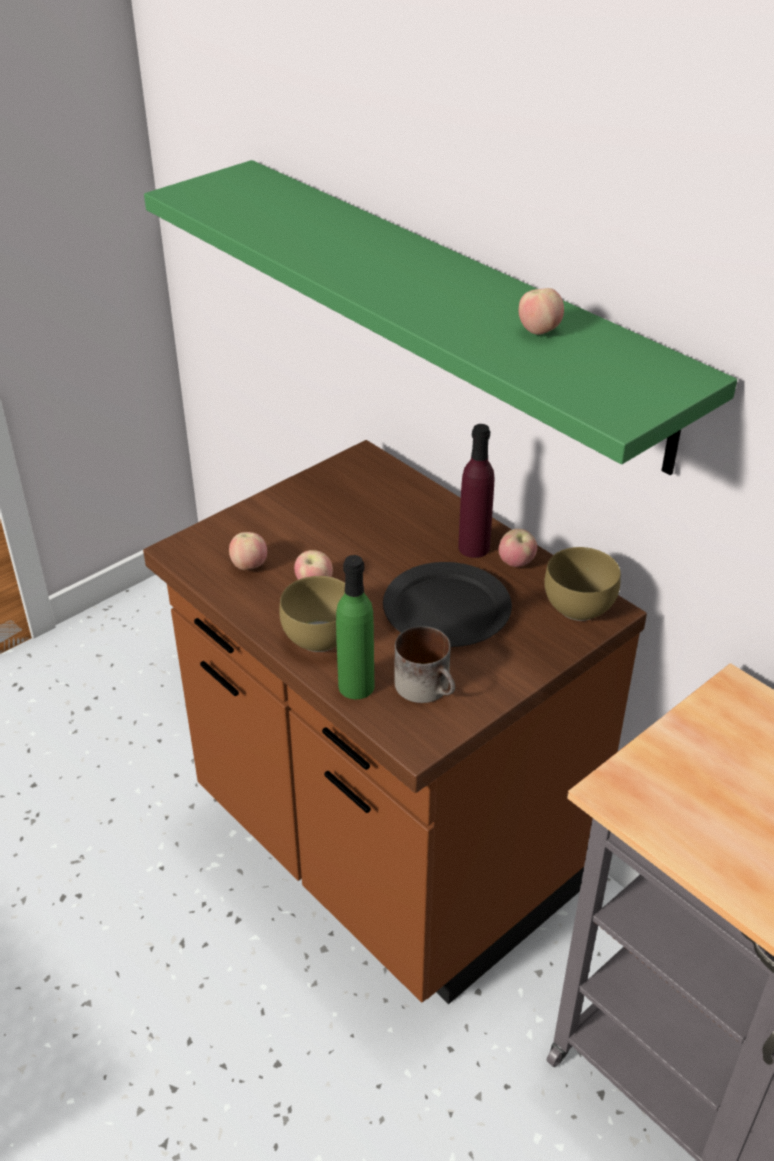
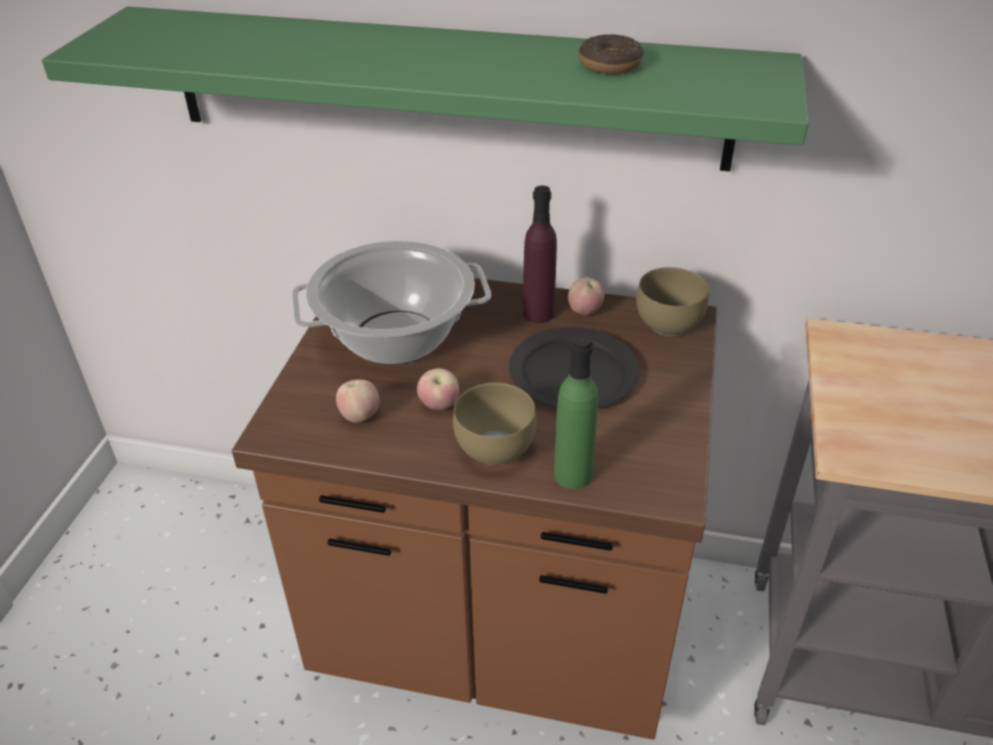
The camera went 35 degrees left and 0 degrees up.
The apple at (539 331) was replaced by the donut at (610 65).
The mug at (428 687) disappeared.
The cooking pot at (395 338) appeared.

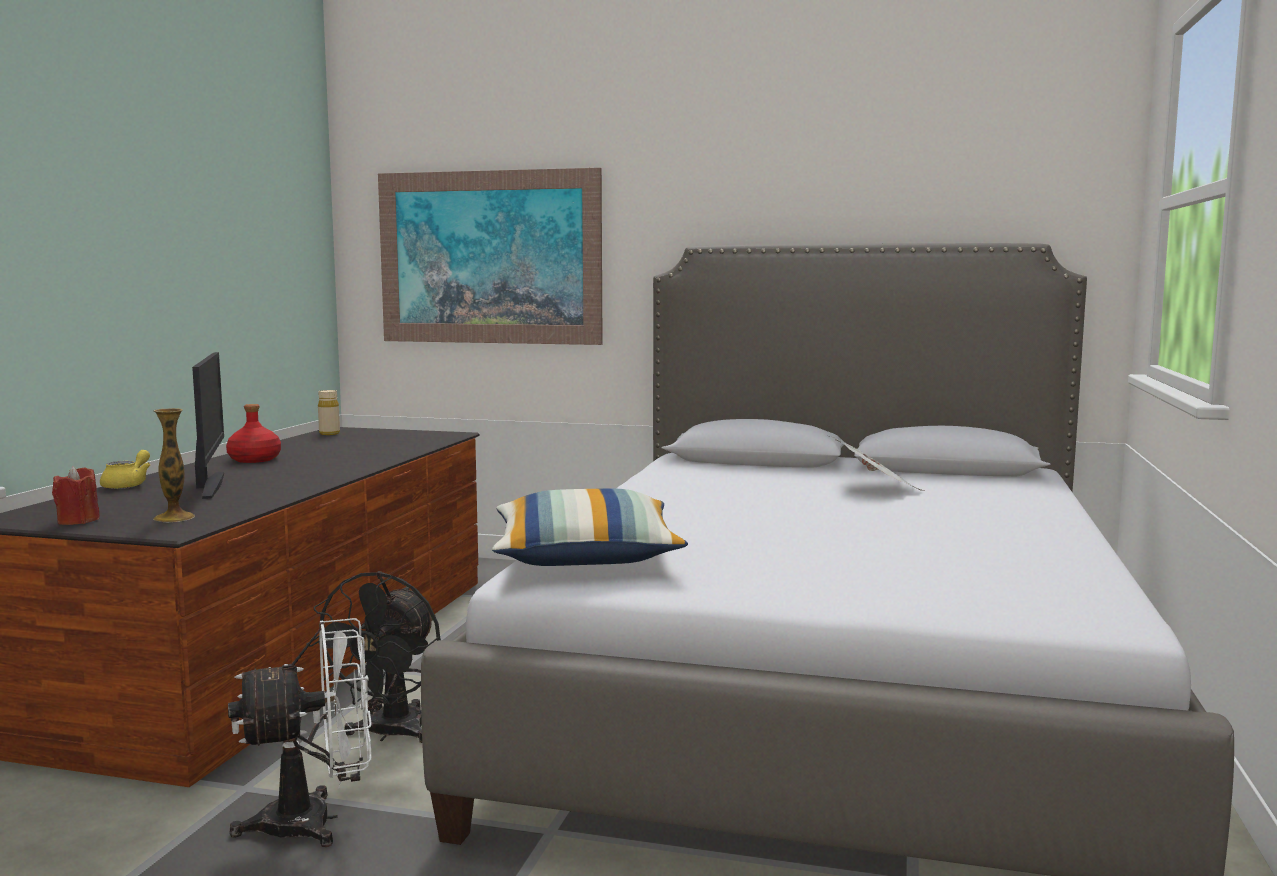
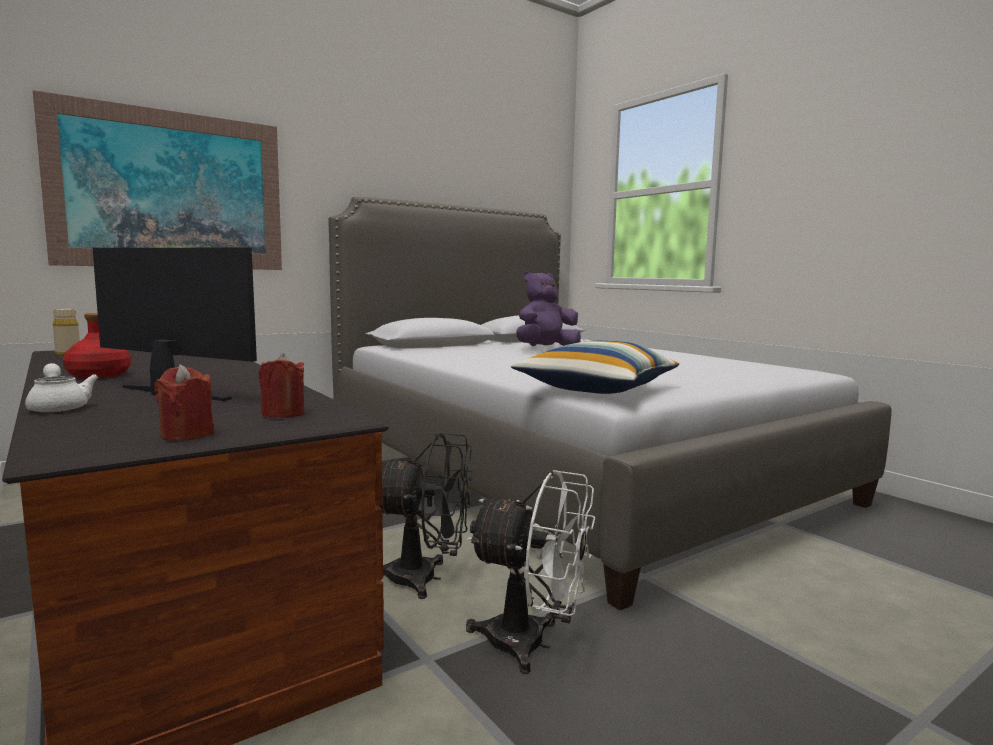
The camera went 50 degrees left and 0 degrees up.
The vase at (174 518) was replaced by the red candle at (283 414).
The newspaper at (875 488) was replaced by the purple plush toy at (545 348).
The yellow teapot at (128 485) became the white teapot at (59 407).
The black fan at (389 734) turned 45 degrees counterclockwise.
The white fan at (316 821) turned 90 degrees clockwise.

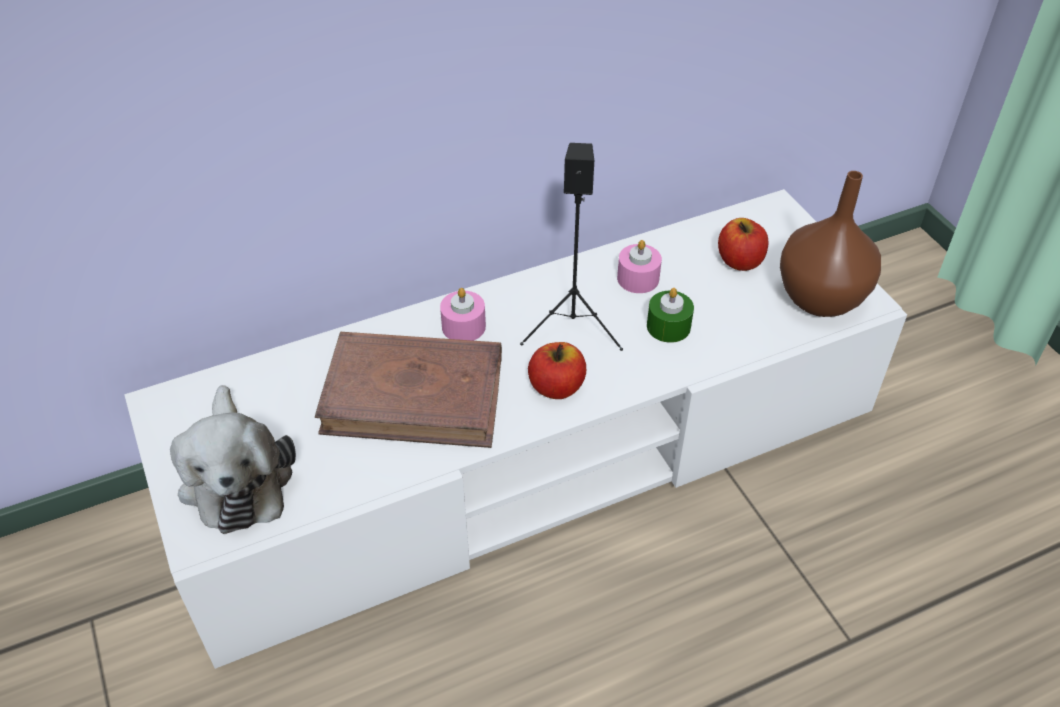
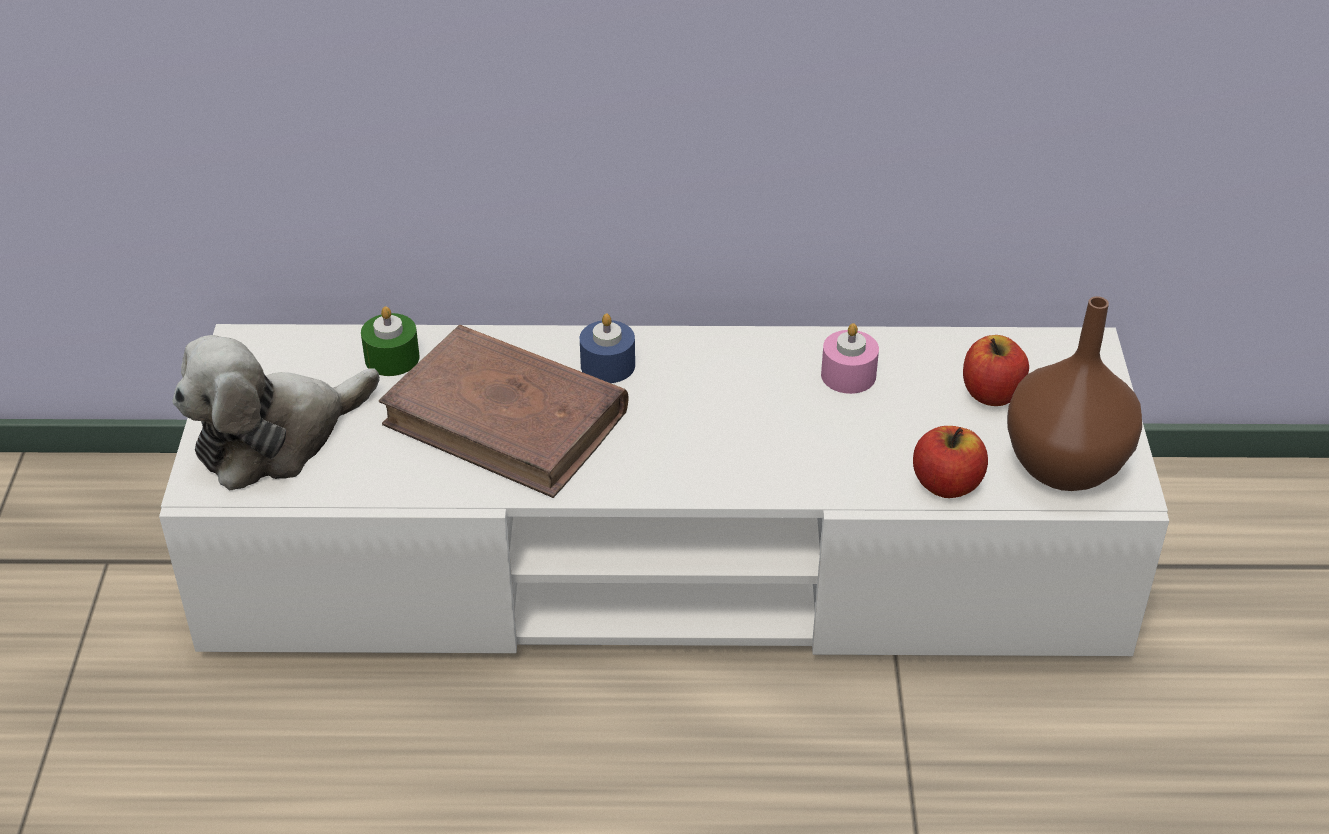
The camera went 25 degrees right and 5 degrees down.
The black speaker at (574 326) disappeared.
The pink candle at (463 326) became the blue candle at (607 365).
The green candle moved from (668 326) to (392 358).
The apple moved from (556 387) to (946 484).
The plush toy at (237 476) turned 45 degrees clockwise.

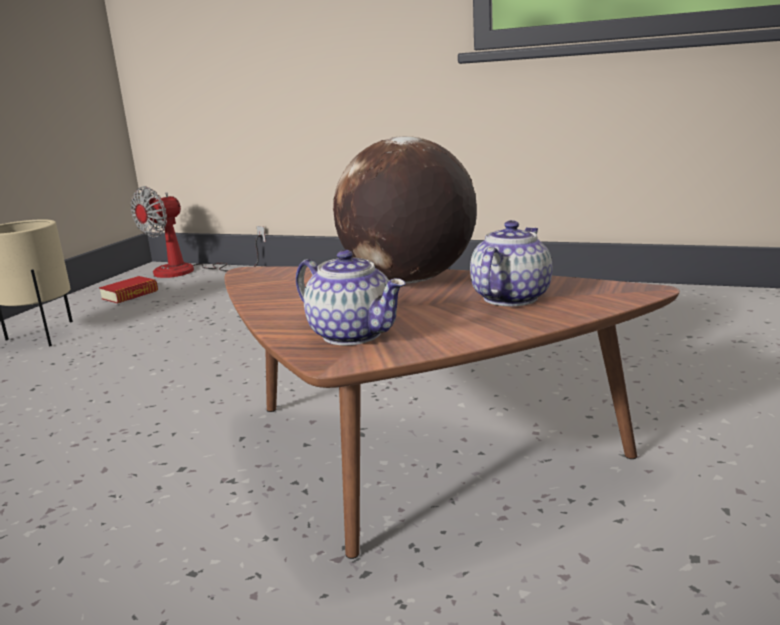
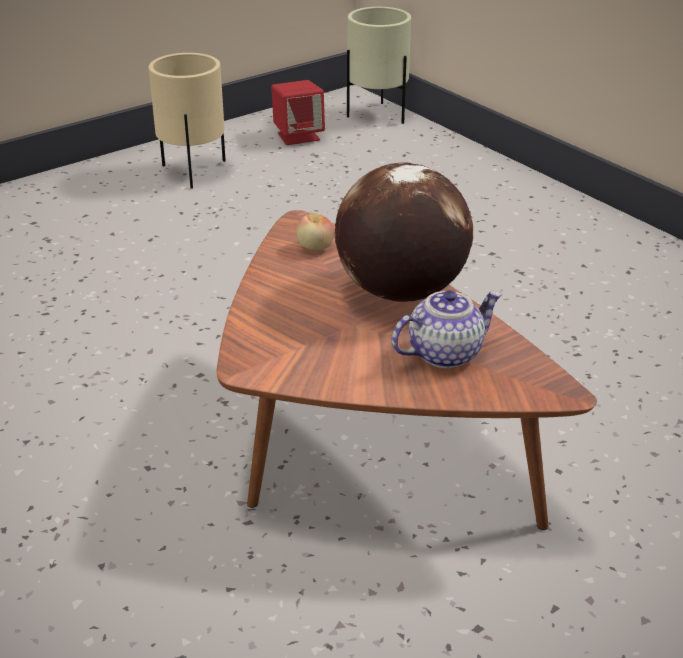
The camera went 30 degrees right and 15 degrees up.
The fan at (189 271) was replaced by the beige planter at (377 115).
The teapot at (353 334) disappeared.
The book at (130 295) was replaced by the red speaker at (298 136).
The apple at (315 247) appeared.

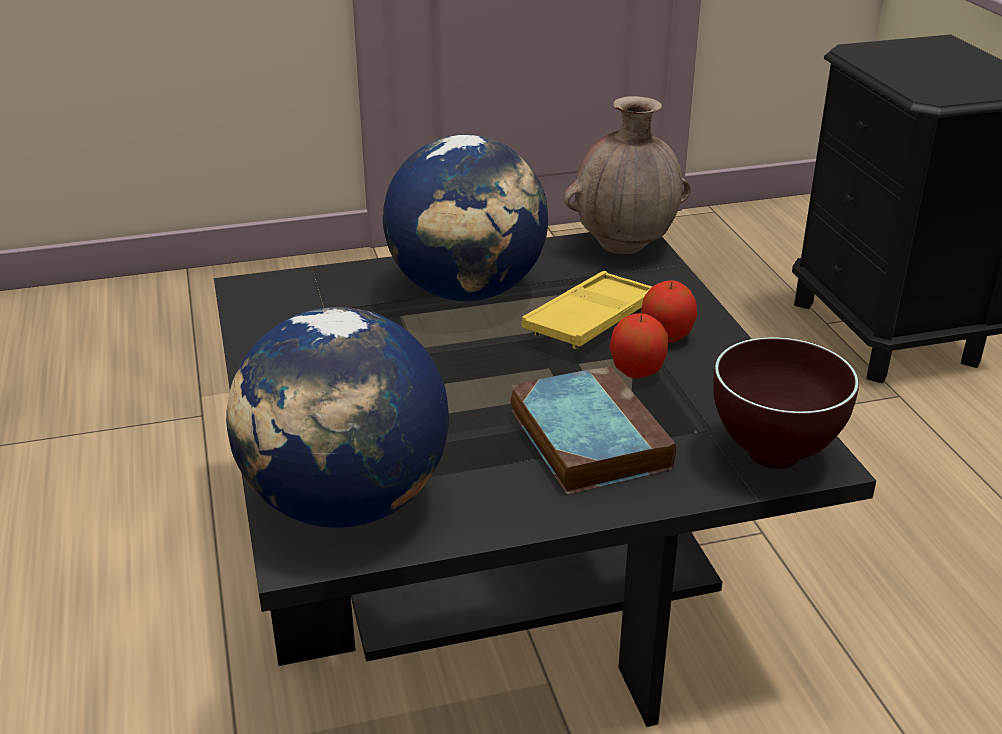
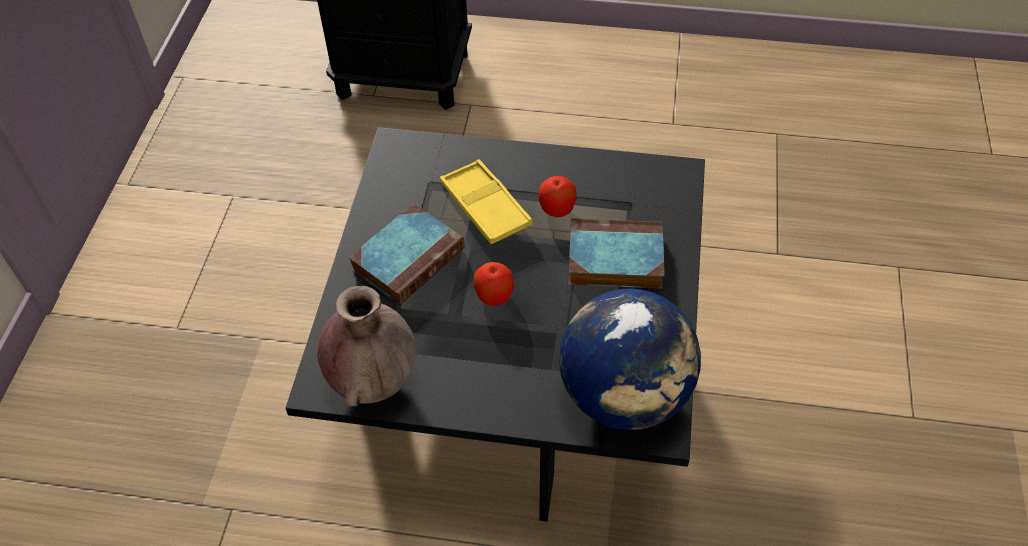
The camera went 65 degrees left and 20 degrees up.
The brown vase moved from (625 246) to (373 381).
The globe at (468 291) was replaced by the book at (409 257).
The apple moved from (667 336) to (494 296).
The brown bowl at (774 454) disappeared.

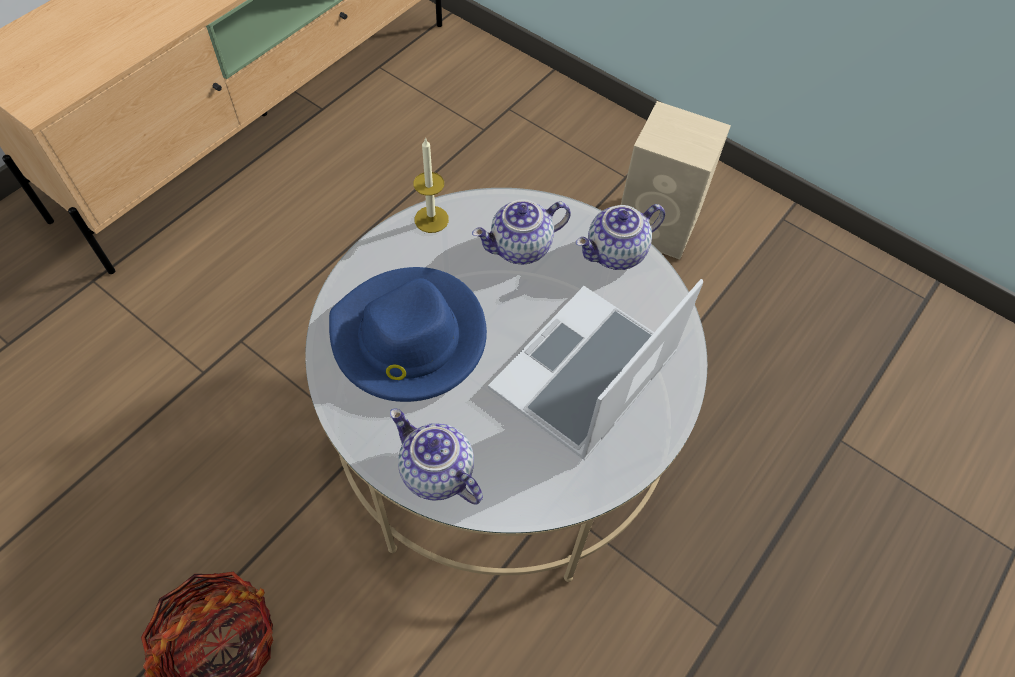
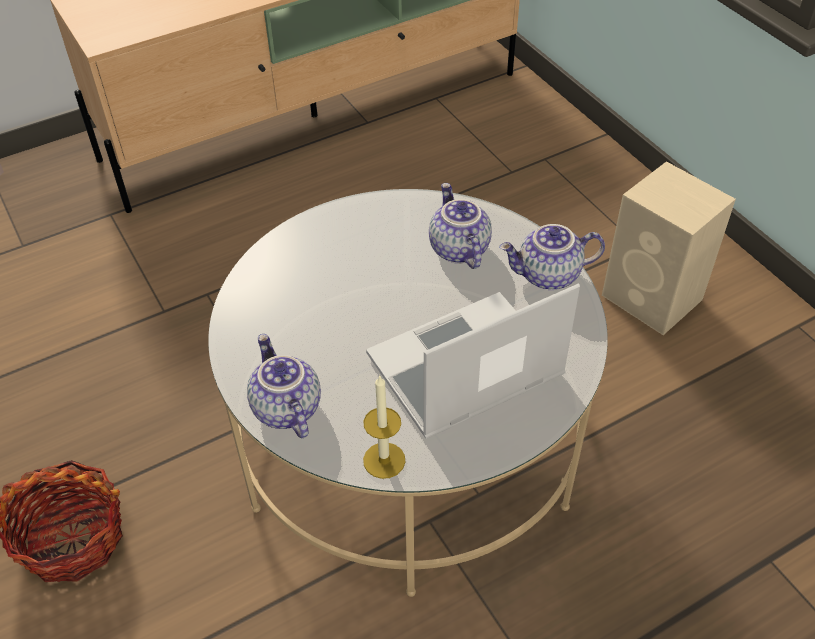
The camera went 25 degrees right and 10 degrees down.
The candle moved from (431 219) to (384 460).
The teapot at (520 249) turned 75 degrees clockwise.
The blue hat at (409 339) disappeared.

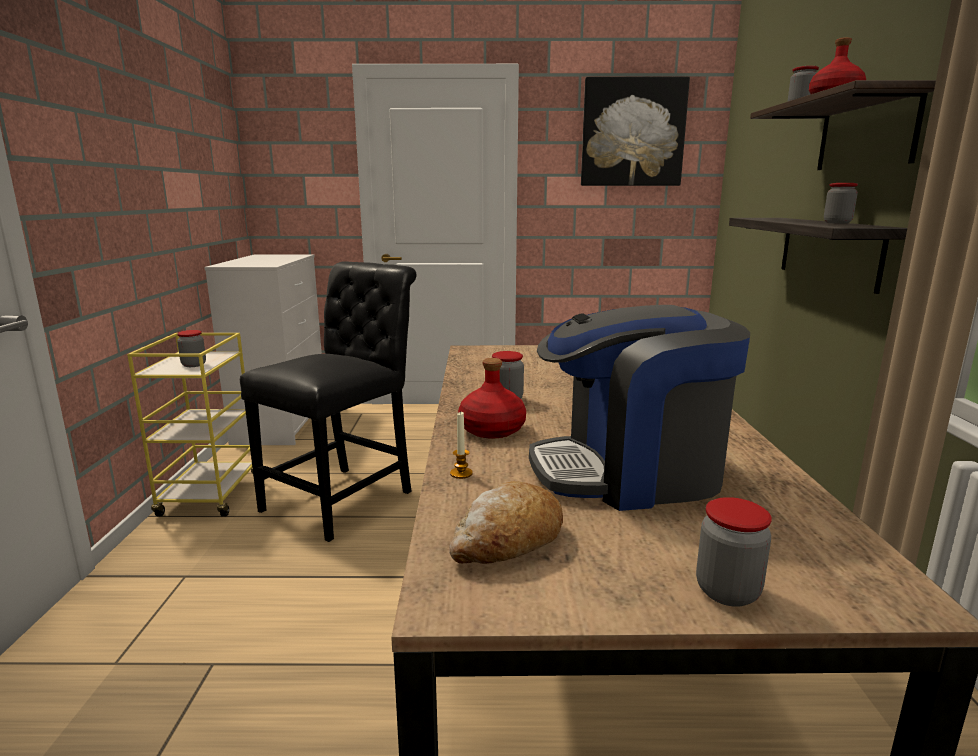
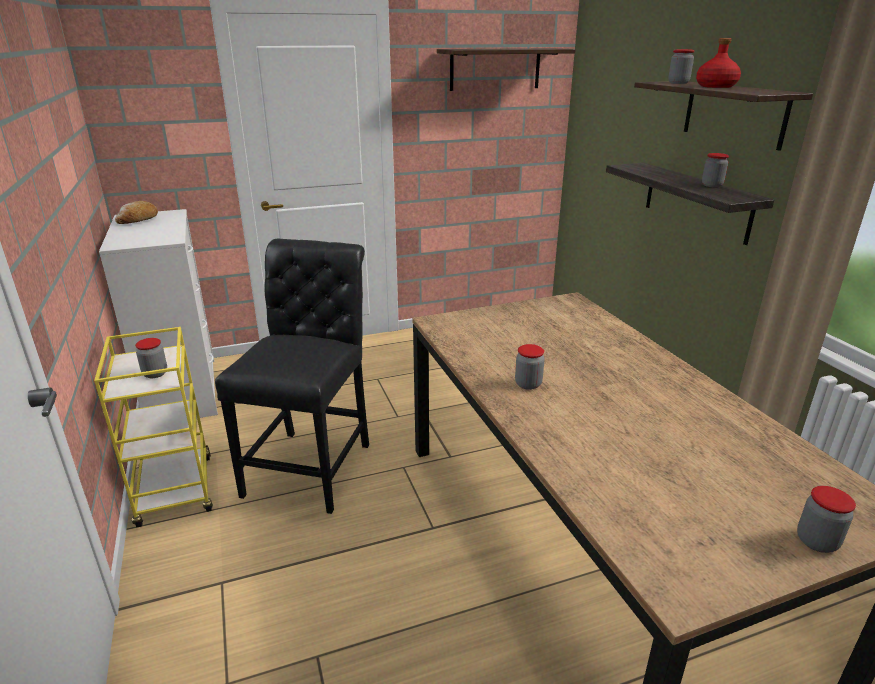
The camera went 20 degrees left and 10 degrees up.
The picture at (632 133) was replaced by the shelf at (495 69).
The coffee machine at (630 473) disappeared.
The red bottle at (492 429) disappeared.
The candle at (461 473) disappeared.
The bread moved from (507 541) to (138 220).

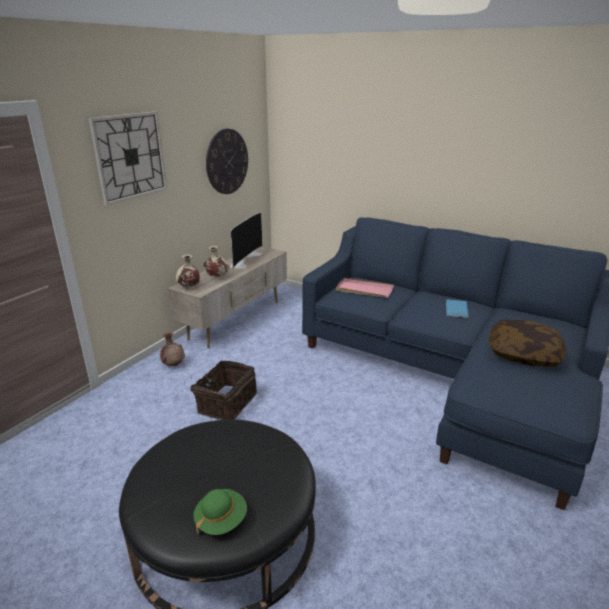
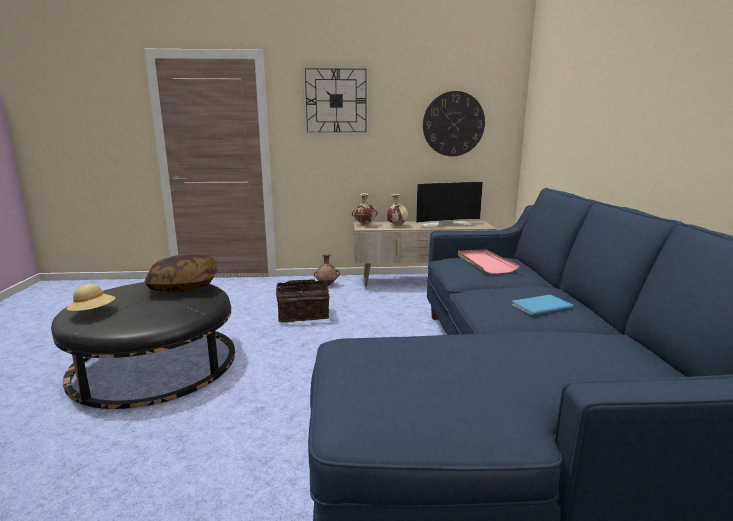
The camera went 55 degrees right and 10 degrees down.
The pillow moved from (523 354) to (184 286).
The green hat at (221 520) became the beige hat at (93 312).

